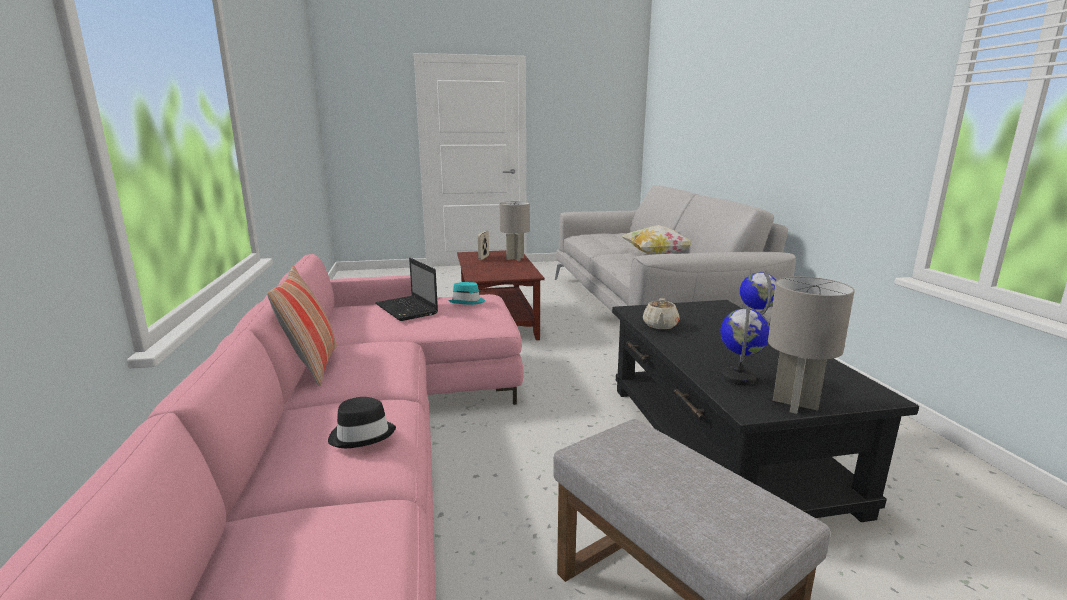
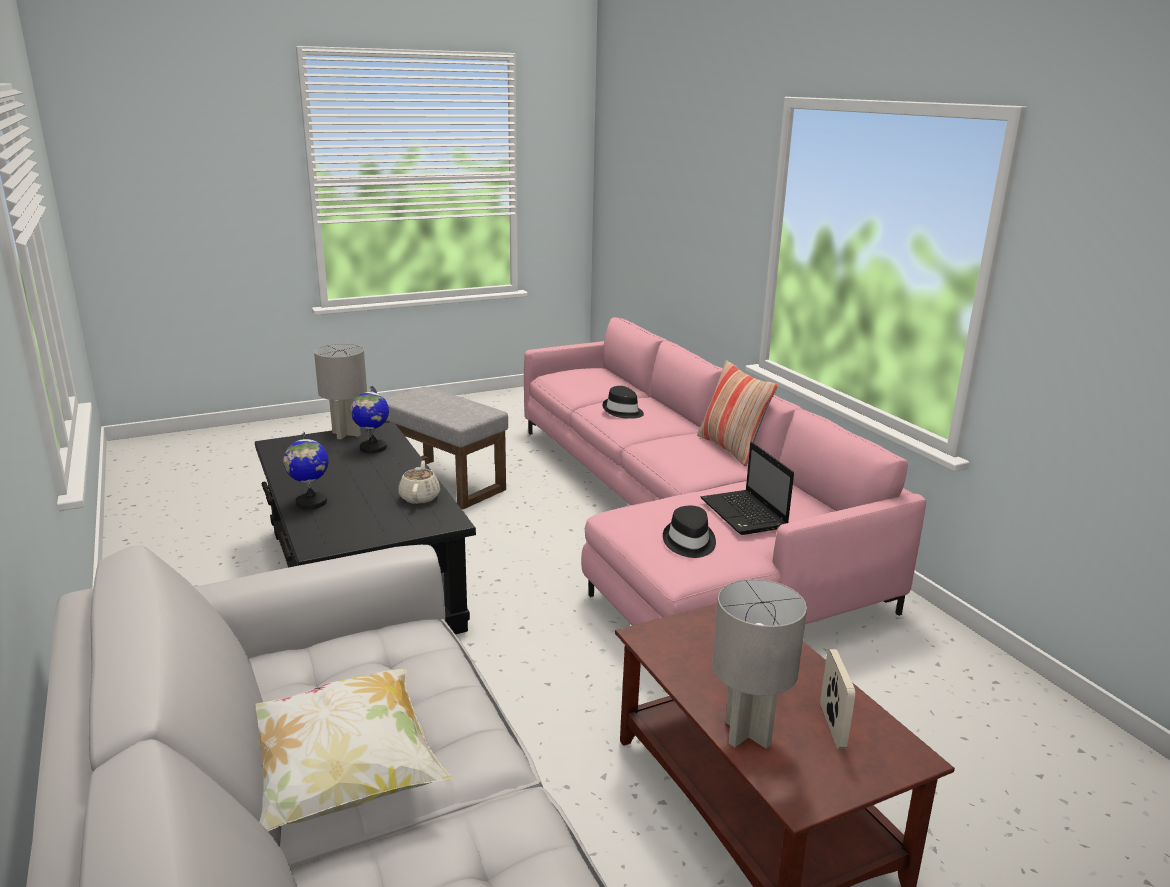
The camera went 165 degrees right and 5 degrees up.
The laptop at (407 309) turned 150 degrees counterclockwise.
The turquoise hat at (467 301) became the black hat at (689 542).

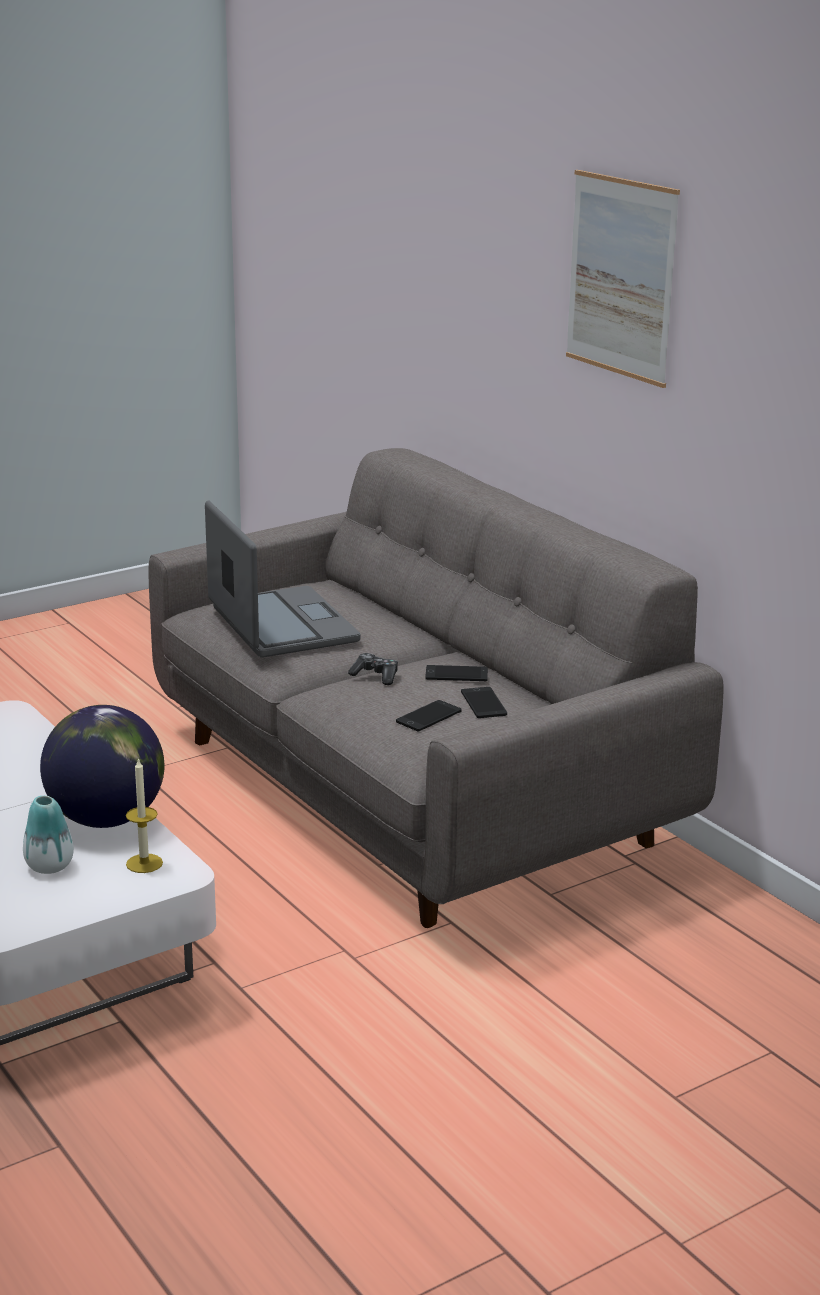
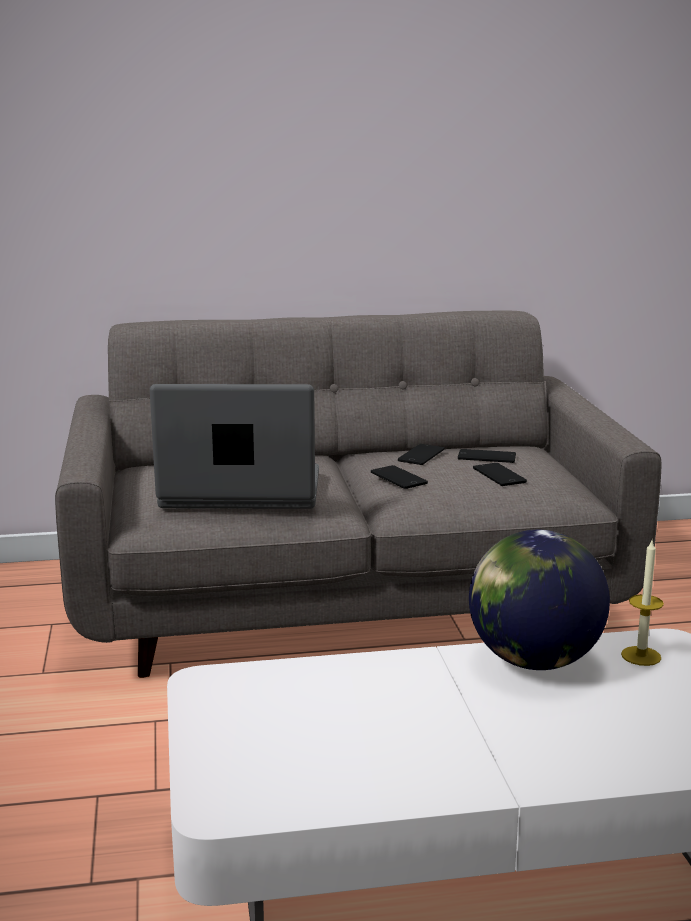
The camera went 65 degrees left and 5 degrees down.
The picture at (621 277) disappeared.
The game controller at (375 676) was replaced by the phone at (398 478).
The vase at (49 866) disappeared.

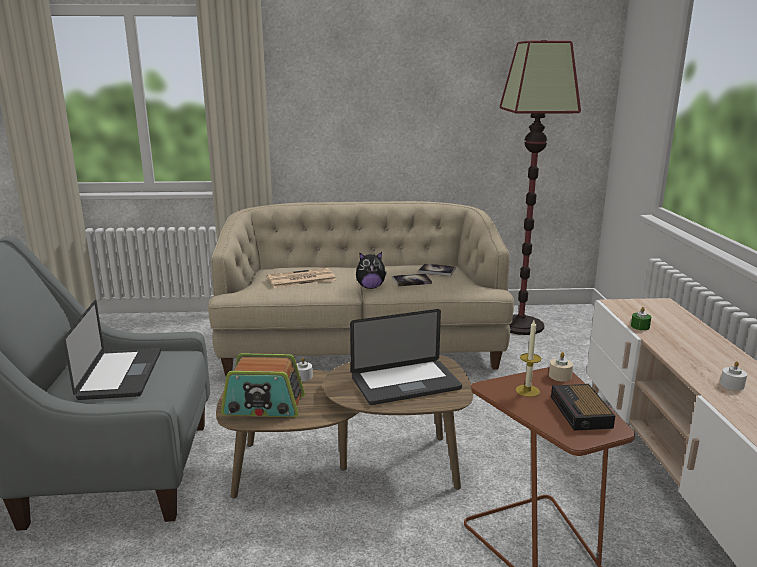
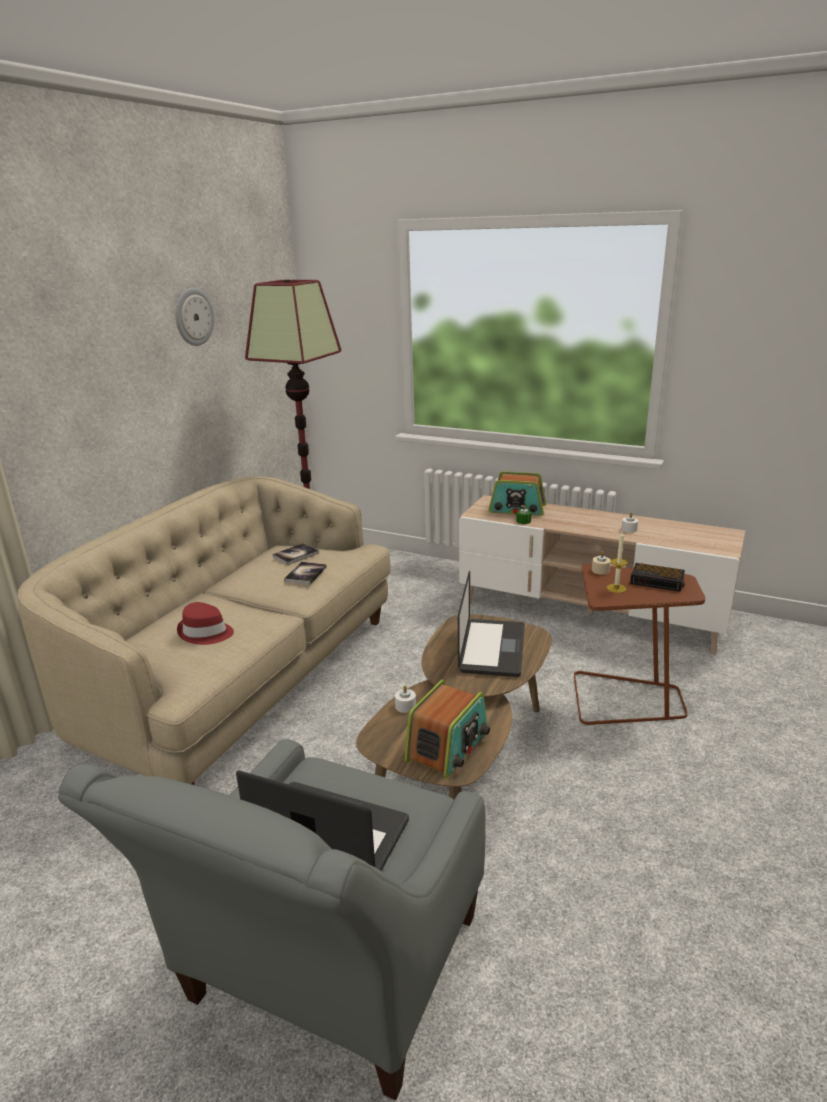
The camera went 60 degrees left and 5 degrees up.
The plush toy at (370 287) disappeared.
The newspaper at (300 279) was replaced by the red hat at (205 633).
The wall clock at (193 317) appeared.
The radio at (517 509) appeared.

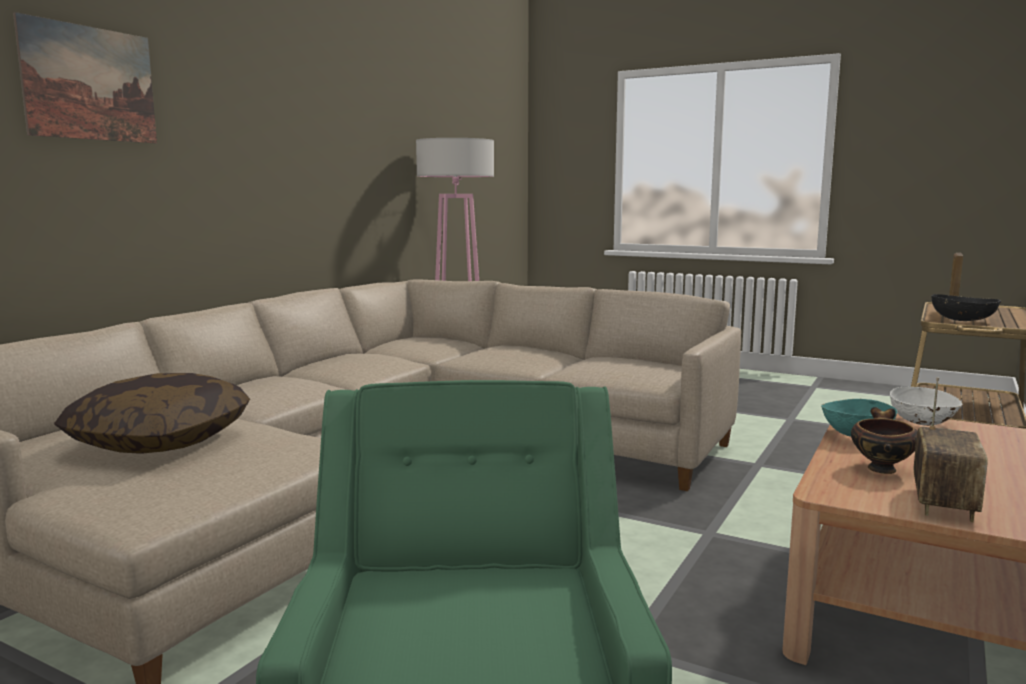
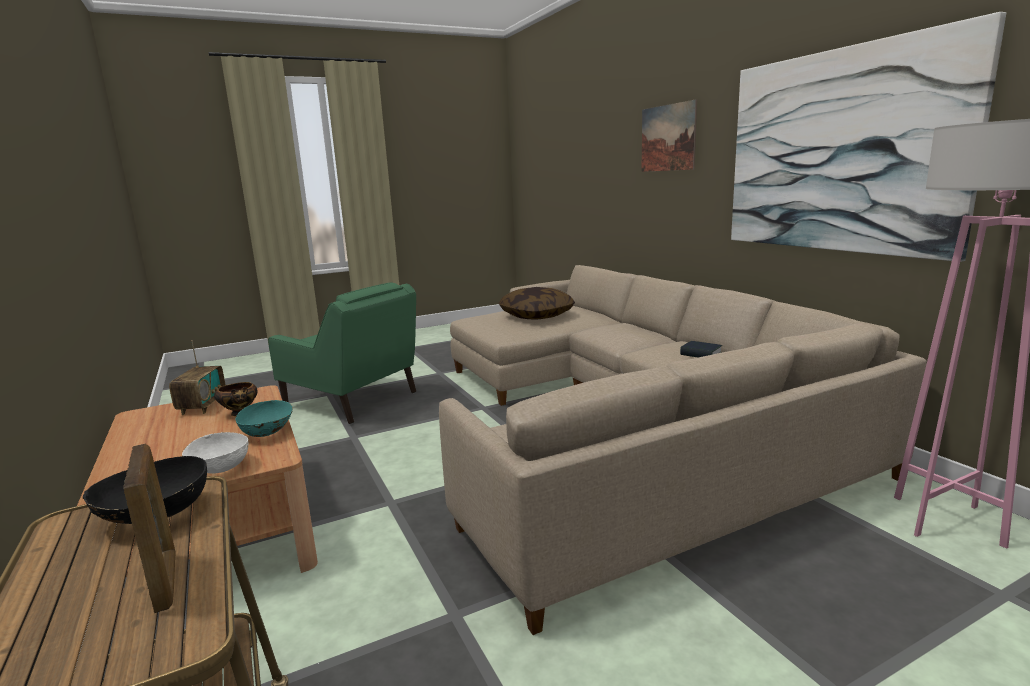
The camera went 125 degrees right and 5 degrees up.
The radio at (943 503) turned 150 degrees counterclockwise.
The picture at (839 152) appeared.
The book at (701 354) appeared.

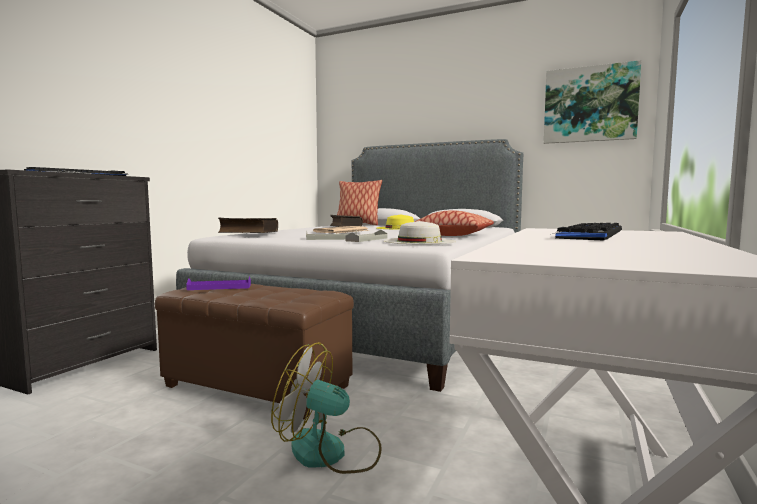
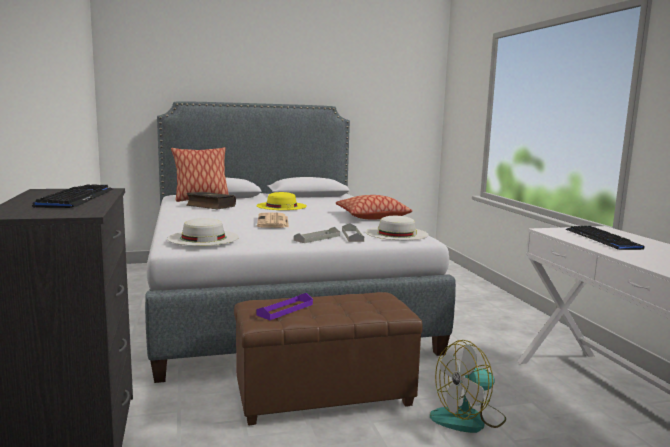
The camera went 40 degrees left and 5 degrees up.
The picture at (590 104) disappeared.
The book at (248 232) was replaced by the white hat at (203 238).

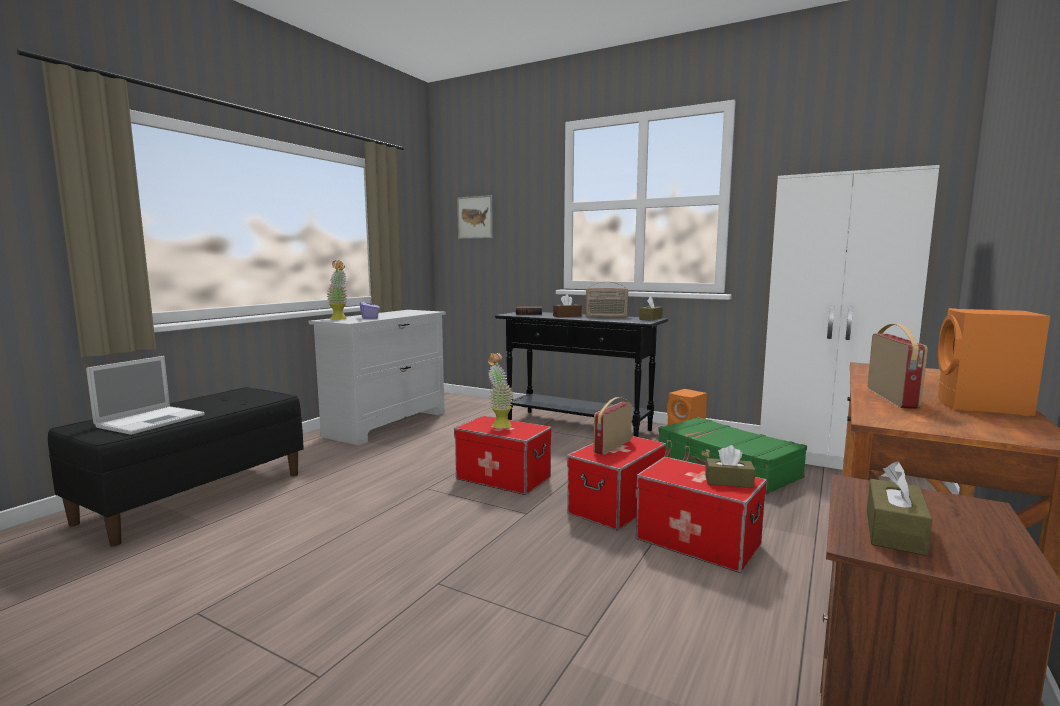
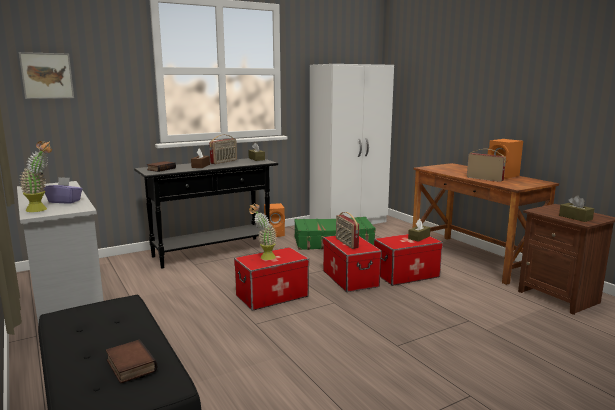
The camera went 60 degrees left and 5 degrees up.
The laptop at (152 420) was replaced by the book at (129 366).

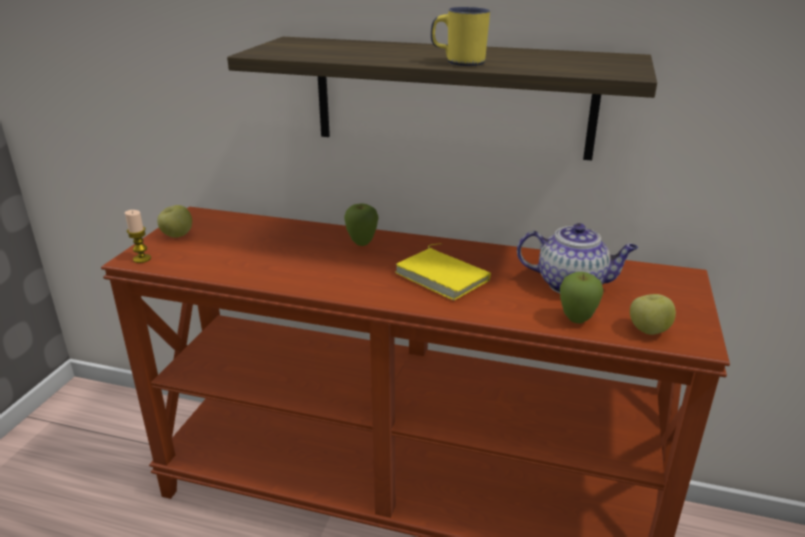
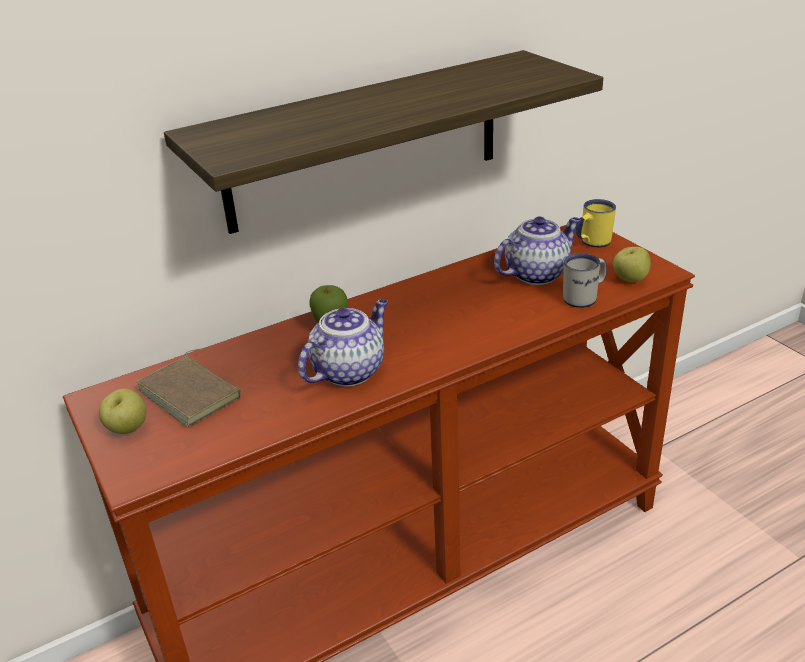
The camera went 45 degrees left and 5 degrees up.
The yellow mug moved from (458 62) to (591 243).
The candle at (142 259) disappeared.
The yellow book at (444 276) disappeared.
The apple at (576 321) was replaced by the white mug at (584 298).
The teapot at (349 370) appeared.
The brown book at (193 393) appeared.

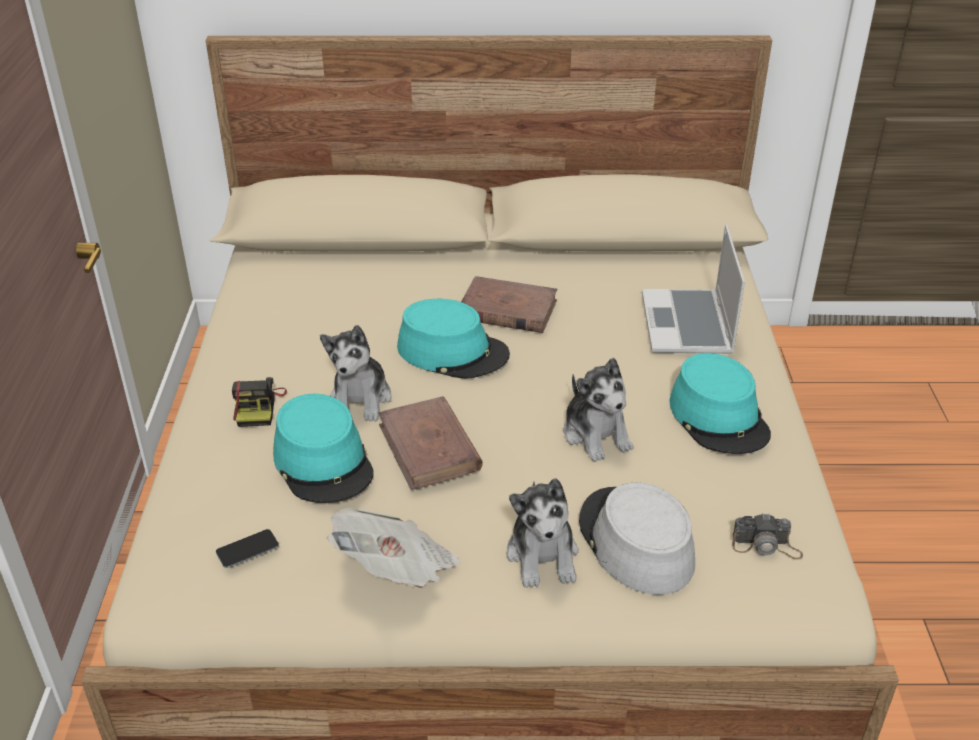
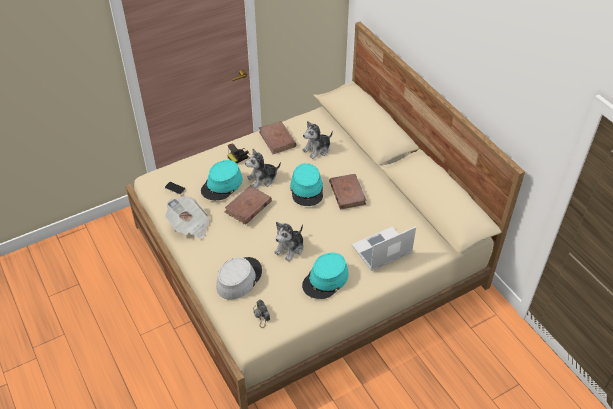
The camera went 60 degrees right and 10 degrees up.
The plush toy moved from (543 555) to (317 149).
The brown book at (277 139) appeared.

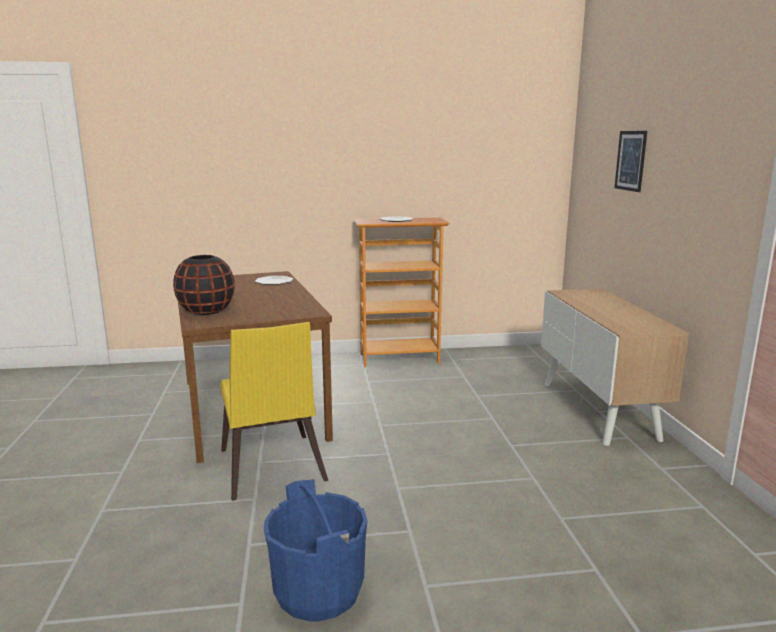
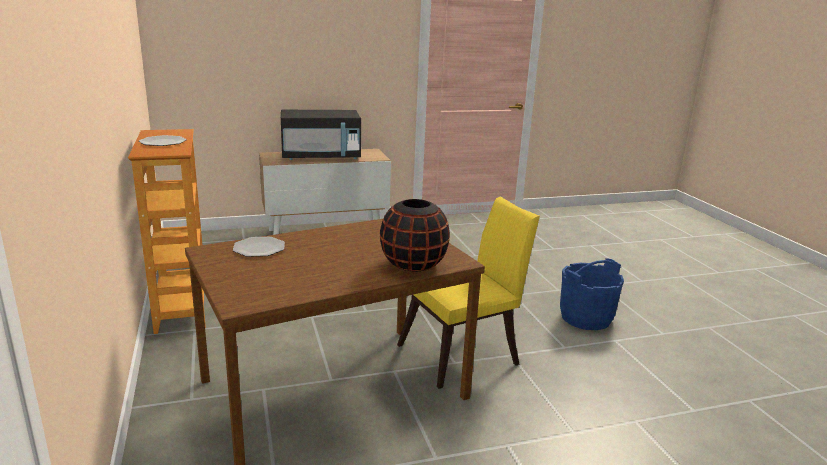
The camera went 100 degrees left and 5 degrees up.
The picture at (630 160) disappeared.
The black microwave at (321 157) appeared.

